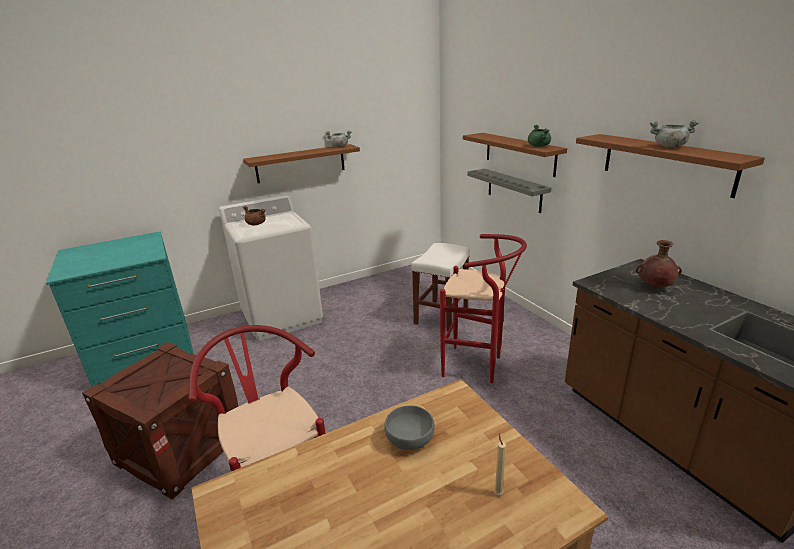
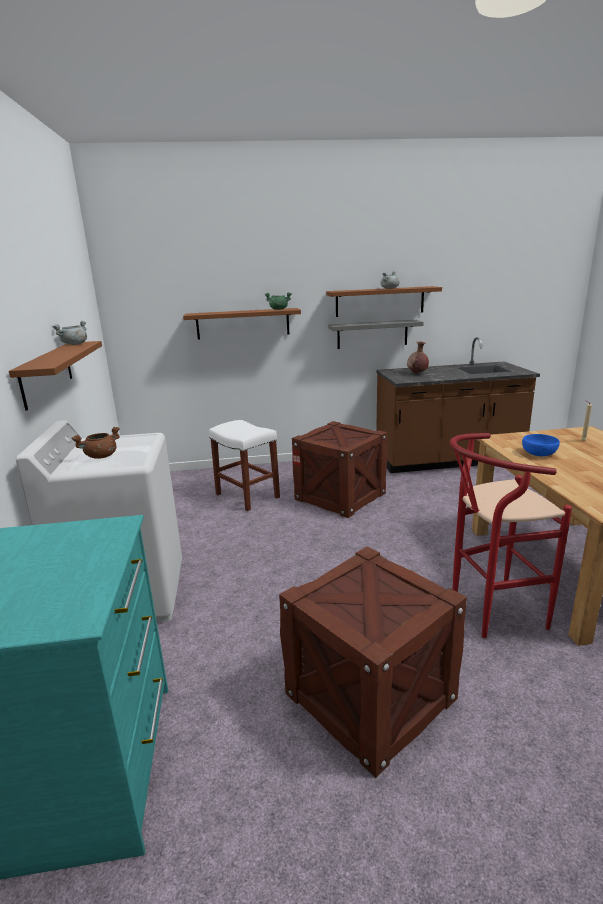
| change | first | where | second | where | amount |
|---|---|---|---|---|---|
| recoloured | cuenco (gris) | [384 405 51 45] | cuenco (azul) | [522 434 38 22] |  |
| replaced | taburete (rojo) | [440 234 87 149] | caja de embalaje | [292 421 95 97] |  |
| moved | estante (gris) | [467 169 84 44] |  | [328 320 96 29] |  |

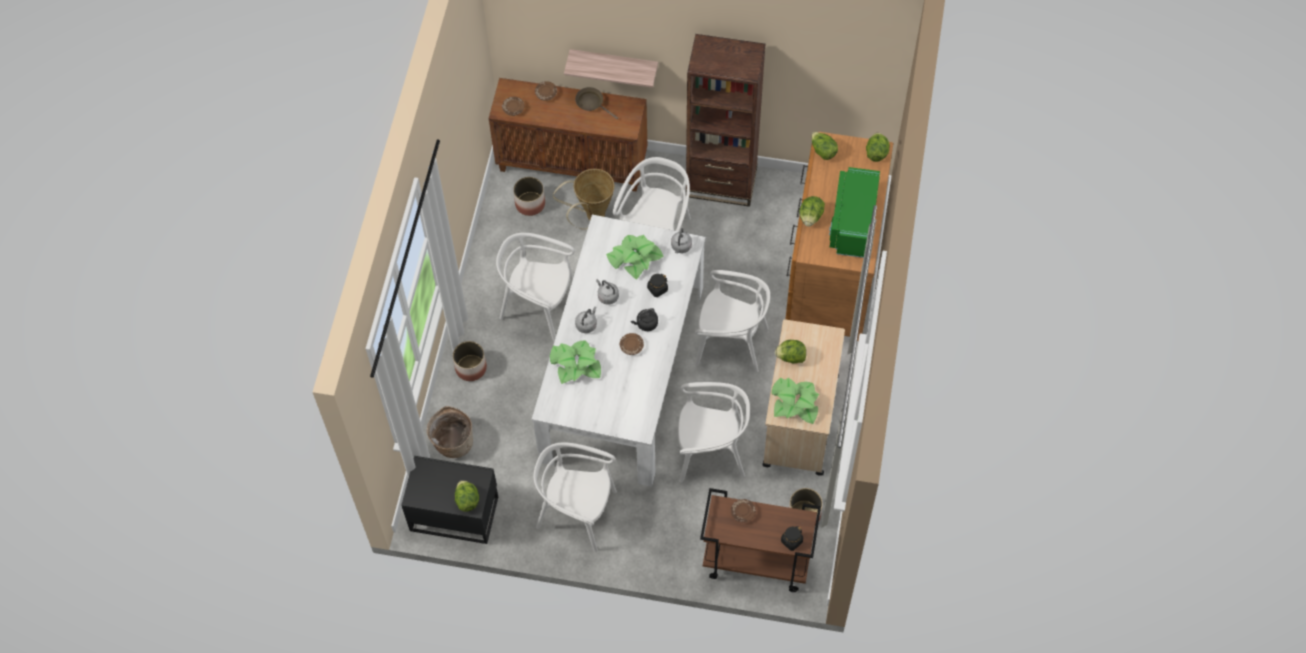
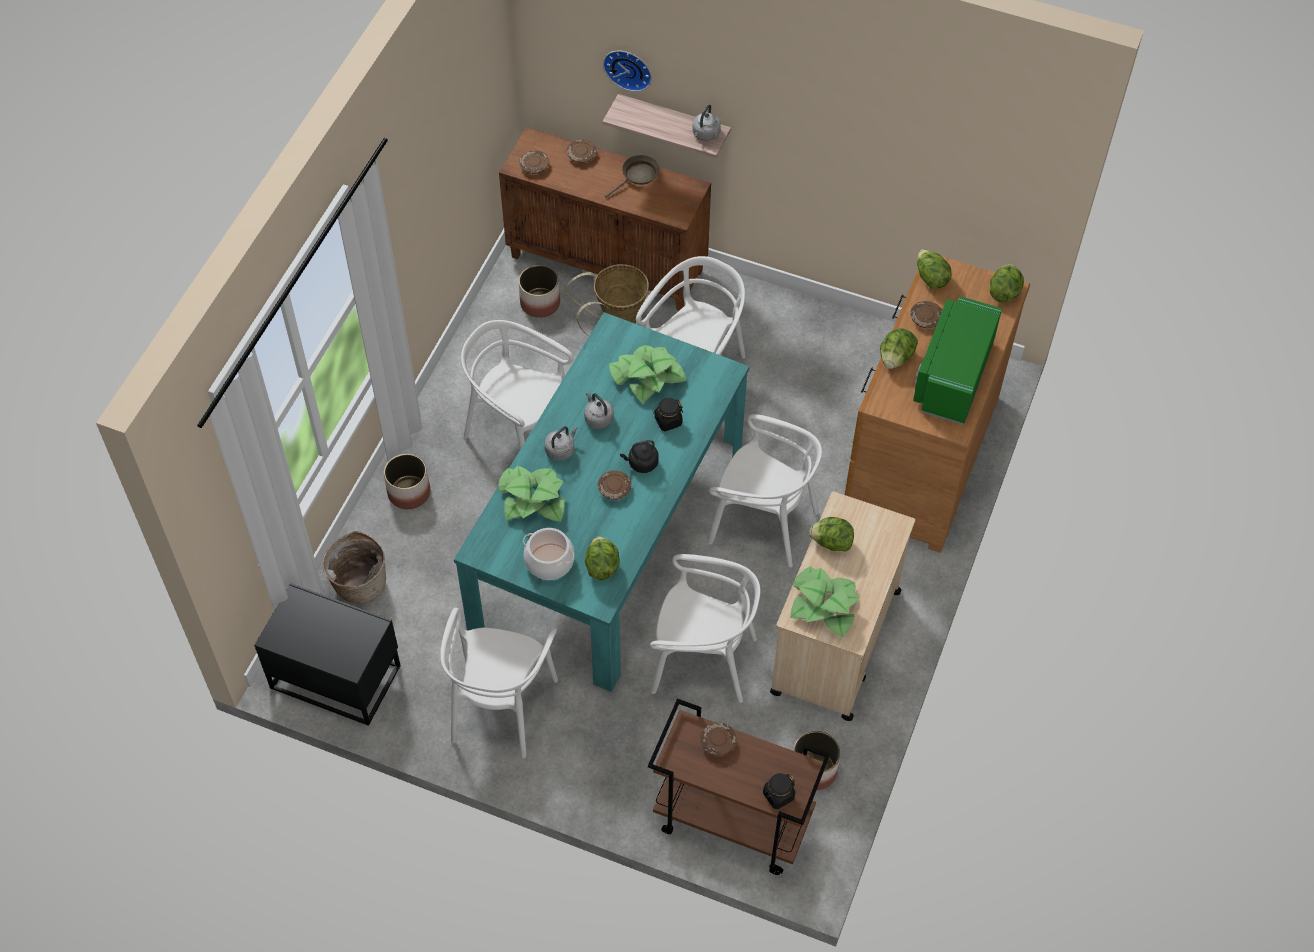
| change | first | where | second | where | amount |
|---|---|---|---|---|---|
| moved | lechuga | [455 480 24 32] |  | [585 537 35 43] |  |
| recoloured | mesa de comedor (blanco) | [532 214 174 273] | mesa de comedor (turquesa) | [454 312 295 380] |  |
| turned | silla (blanco) | [534 442 83 110] |  | [440 608 118 150] | 105 degrees counterclockwise |
| turned | sartén (marrón) | [575 87 43 32] |  | [604 155 56 43] | 90 degrees clockwise |
| moved | hervidor (gris) | [671 228 21 25] |  | [692 104 29 37] |  |
| removed | estantería (marrón) | [686 34 80 173] |  |  |  |
| added |  |  | olla | [523 528 52 52] |  |
| added |  |  | reloj de pared | [603 51 49 41] |  |
| added |  |  | plato (marrón) | [910 301 32 27] |  |

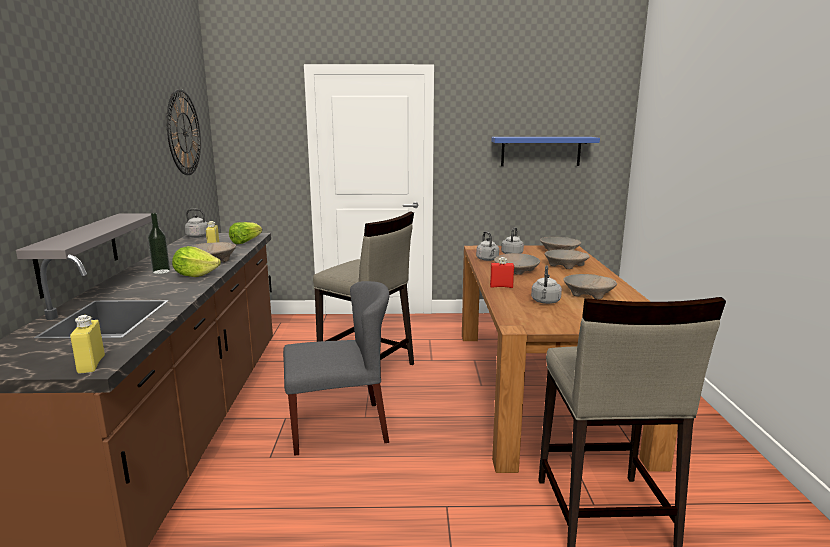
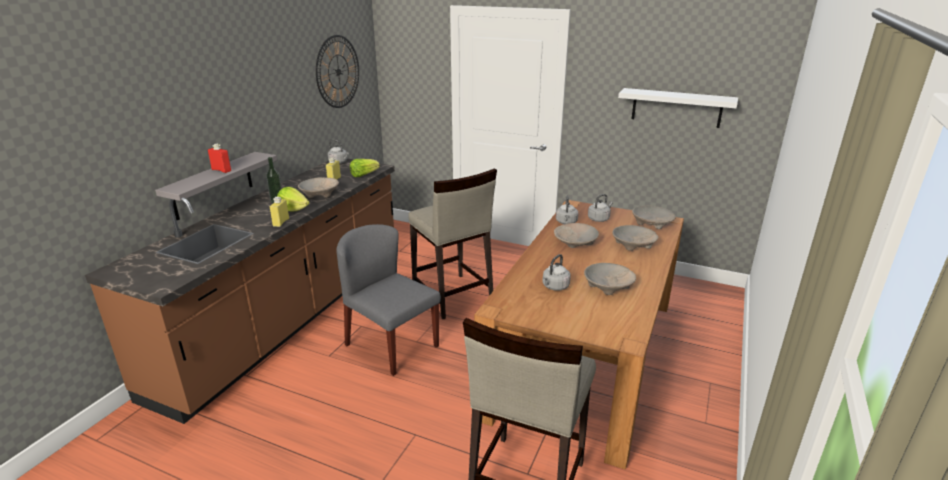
| change | first | where | second | where | amount |
|---|---|---|---|---|---|
| moved | botella (amarillo) | [70 315 35 59] |  | [270 197 19 30] |  |
| turned | silla (gris) | [283 281 107 175] |  | [336 224 105 152] | 150 degrees counterclockwise |
| moved | botella (rojo) | [490 257 24 31] |  | [208 144 23 29] |  |
| recoloured | estante (azul) | [491 137 109 29] | estante (blanco) | [618 88 120 40] |  |

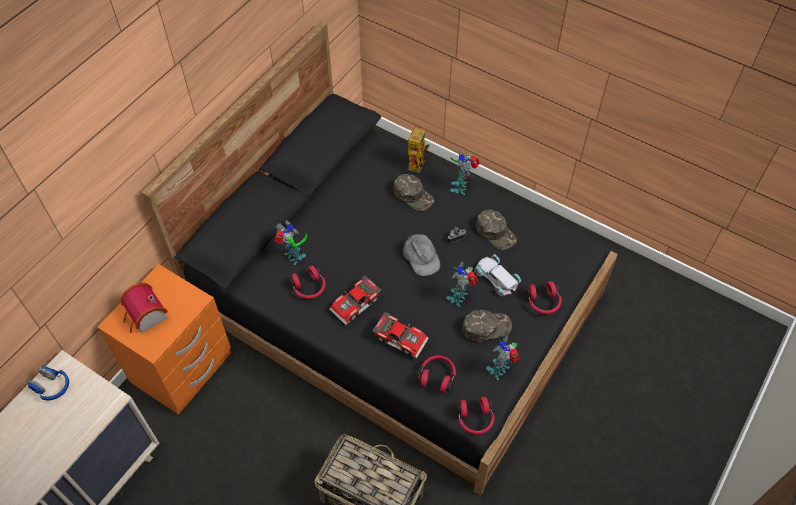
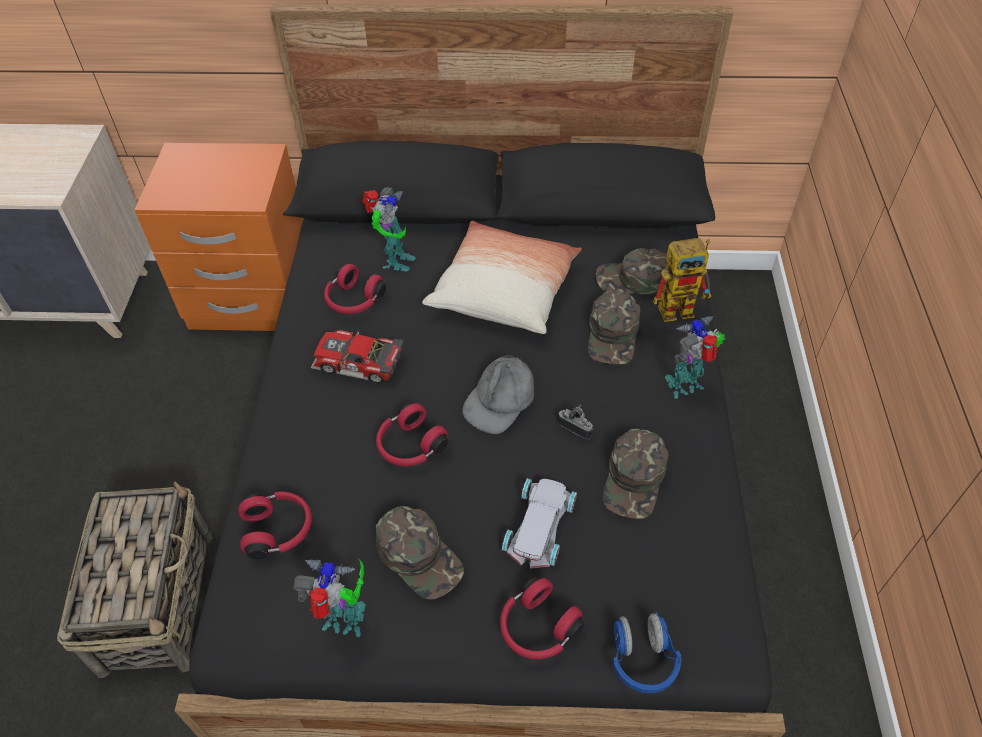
| change | first | where | second | where | amount |
|---|---|---|---|---|---|
| moved | auriculares (azul) | [28 366 41 34] |  | [613 612 68 81] |  |
| removed | casita | [120 283 48 50] |  |  |  |
| removed | coche de juguete | [372 312 57 46] |  |  |  |
| removed | robot de juguete | [446 261 32 46] |  |  |  |
| moved | auriculares (rojo) | [456 396 39 39] |  | [376 403 72 63] |  |
| added |  |  | cojín | [422 221 160 113] |  |
| added |  |  | gorra (verde) | [596 248 72 47] |  |

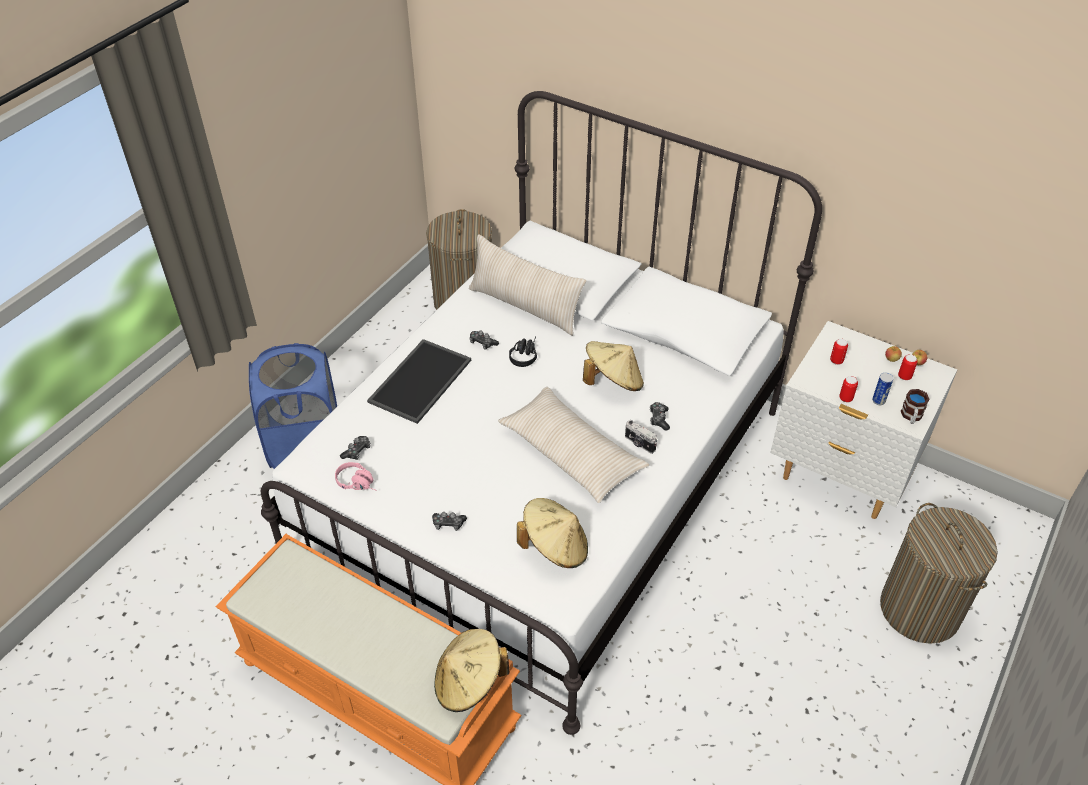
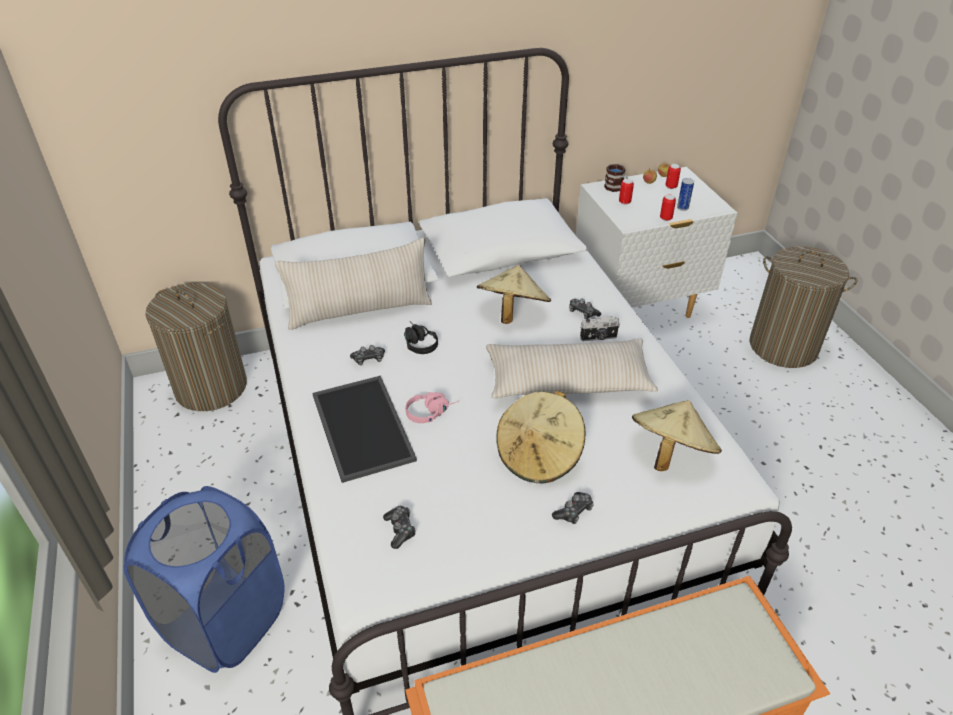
| change | first | where | second | where | amount |
|---|---|---|---|---|---|
| moved | auriculares (rosa) | [335 462 42 29] |  | [406 392 54 31] |  |
| moved | sombrero (beis) | [434 629 75 83] |  | [496 391 90 93] |  |
| moved | taza grande | [901 389 28 35] |  | [604 164 24 28] |  |

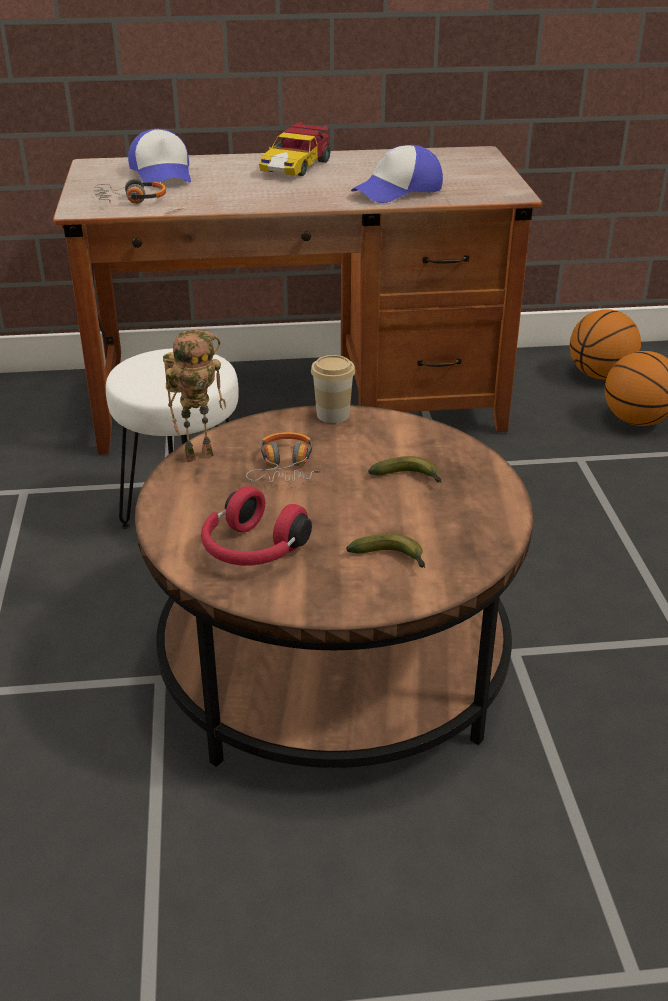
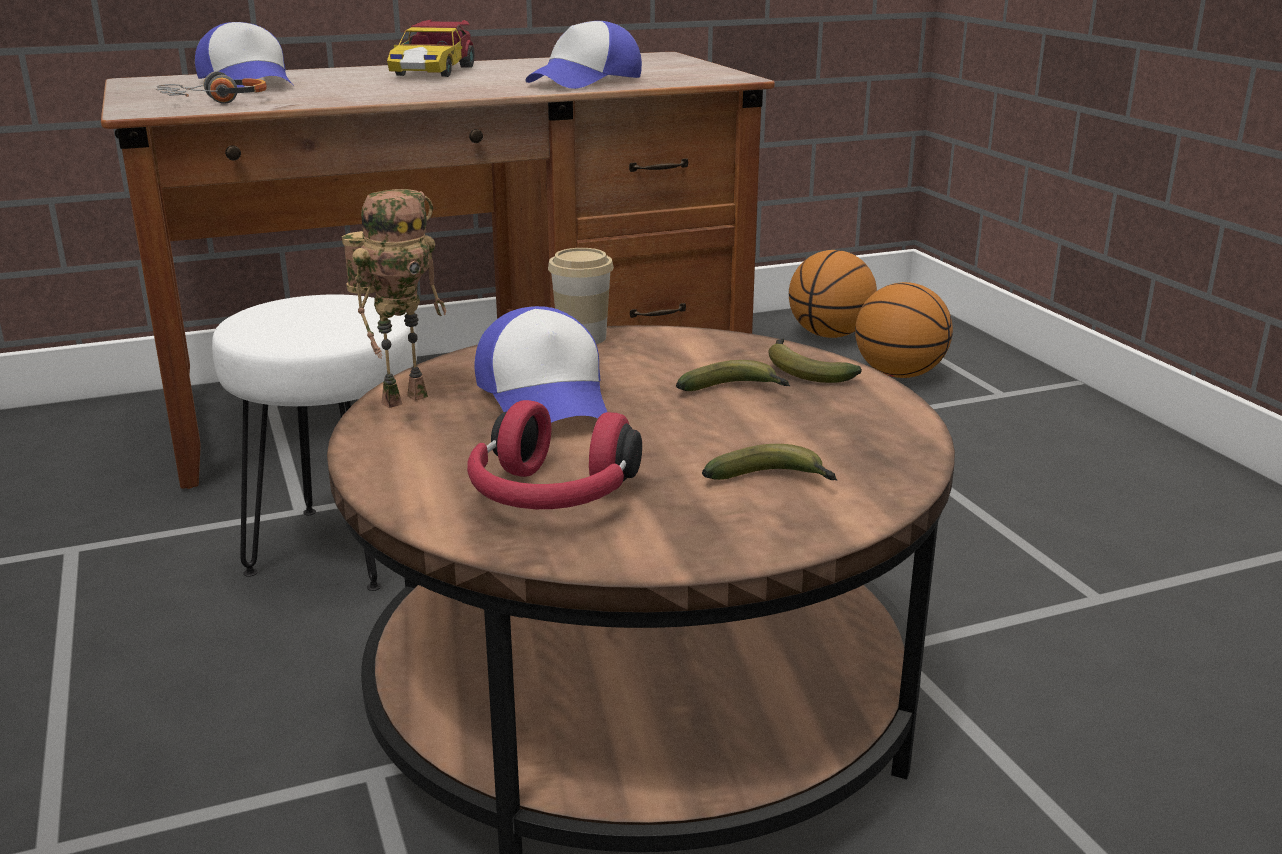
| change | first | where | second | where | amount |
|---|---|---|---|---|---|
| replaced | auriculares | [246 432 78 50] | gorra | [474 306 133 117] |  |
| added |  |  | plátano | [768 338 94 45] |  |

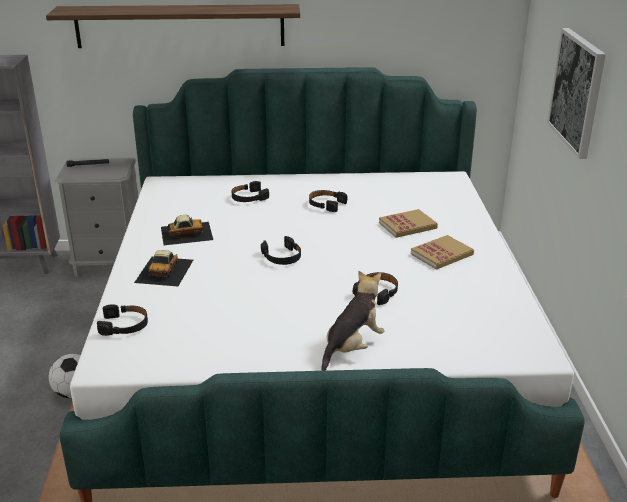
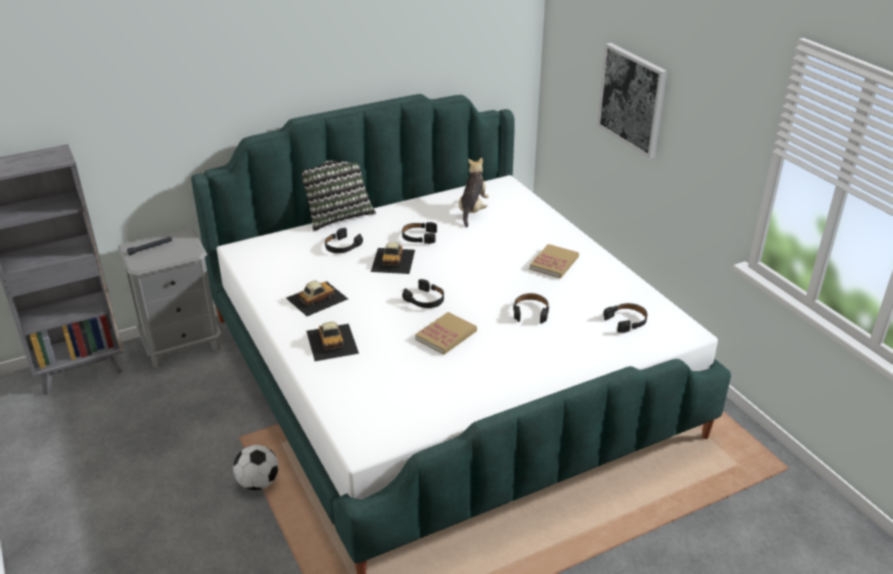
| change | first | where | second | where | amount |
|---|---|---|---|---|---|
| removed | estante | [46 4 254 44] |  |  |  |
| moved | auriculares (negro) | [97 304 51 32] |  | [603 303 44 30] |  |
| moved | peluche | [321 271 63 100] |  | [459 157 30 71] |  |
| moved | libro | [379 209 59 29] |  | [415 312 62 43] |  |
| added |  |  | cojín | [302 160 74 71] |  |
| added |  |  | coche de juguete | [371 243 44 31] |  |

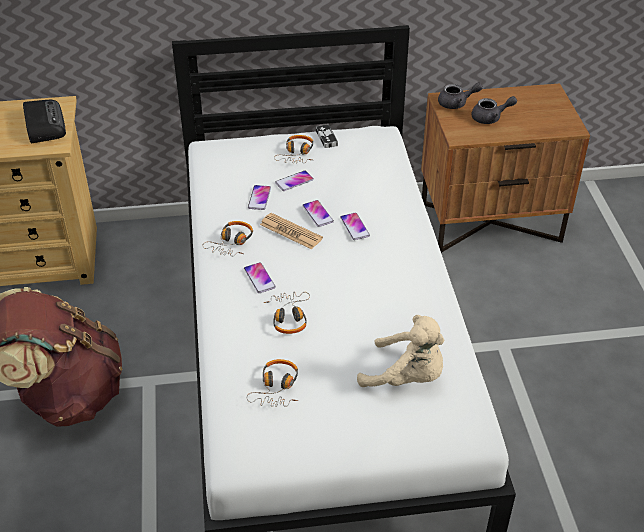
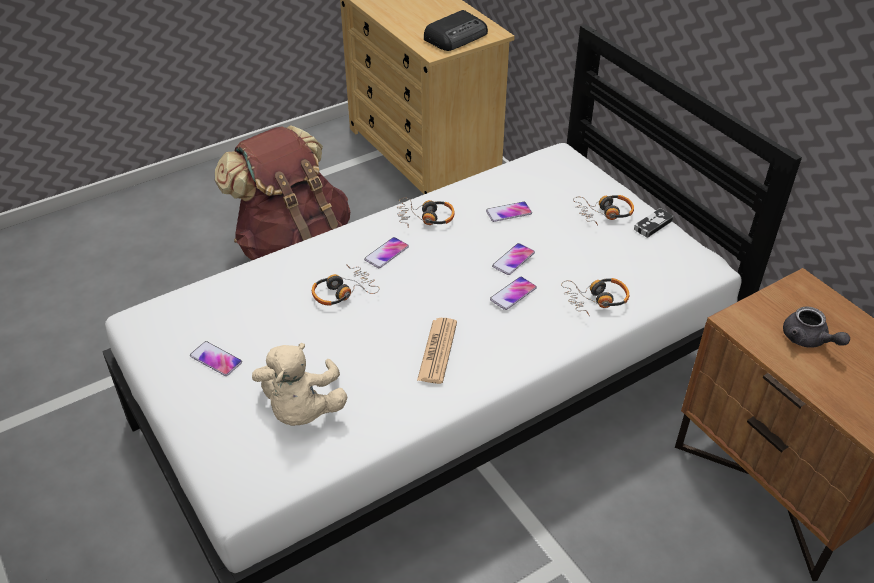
| change | first | where | second | where | amount |
|---|---|---|---|---|---|
| moved | auriculares | [247 359 51 48] |  | [561 278 68 38] |  |
| moved | periódico | [260 213 63 36] |  | [417 318 40 66] |  |
| moved | móvil | [275 171 39 20] |  | [190 341 52 35] |  |
| removed | tetera (gris) | [438 82 45 27] |  |  |  |

